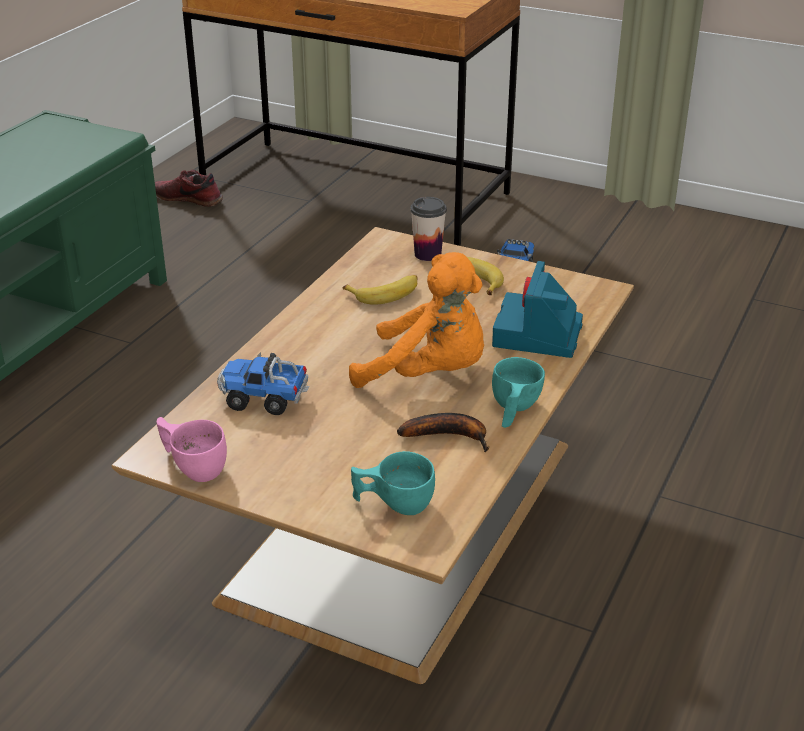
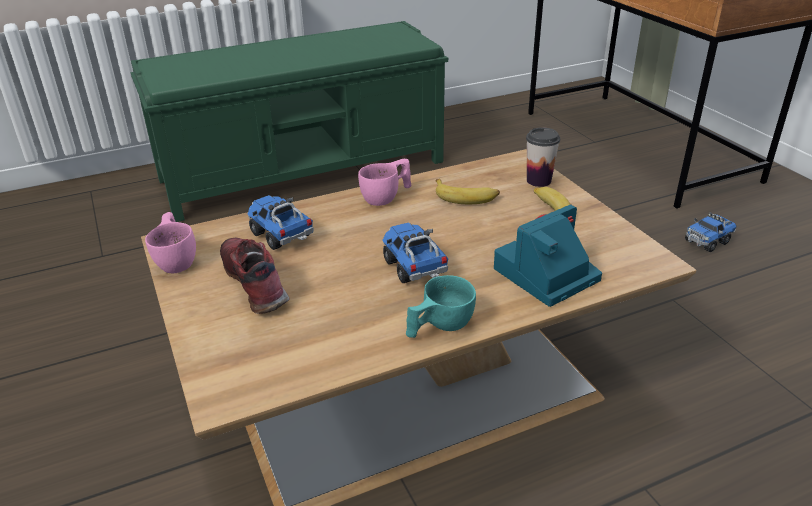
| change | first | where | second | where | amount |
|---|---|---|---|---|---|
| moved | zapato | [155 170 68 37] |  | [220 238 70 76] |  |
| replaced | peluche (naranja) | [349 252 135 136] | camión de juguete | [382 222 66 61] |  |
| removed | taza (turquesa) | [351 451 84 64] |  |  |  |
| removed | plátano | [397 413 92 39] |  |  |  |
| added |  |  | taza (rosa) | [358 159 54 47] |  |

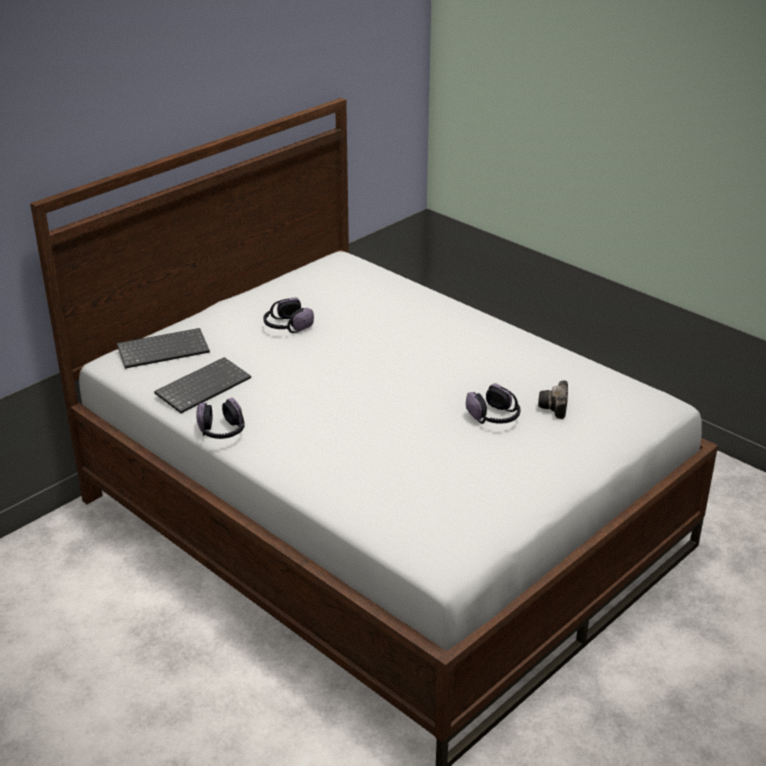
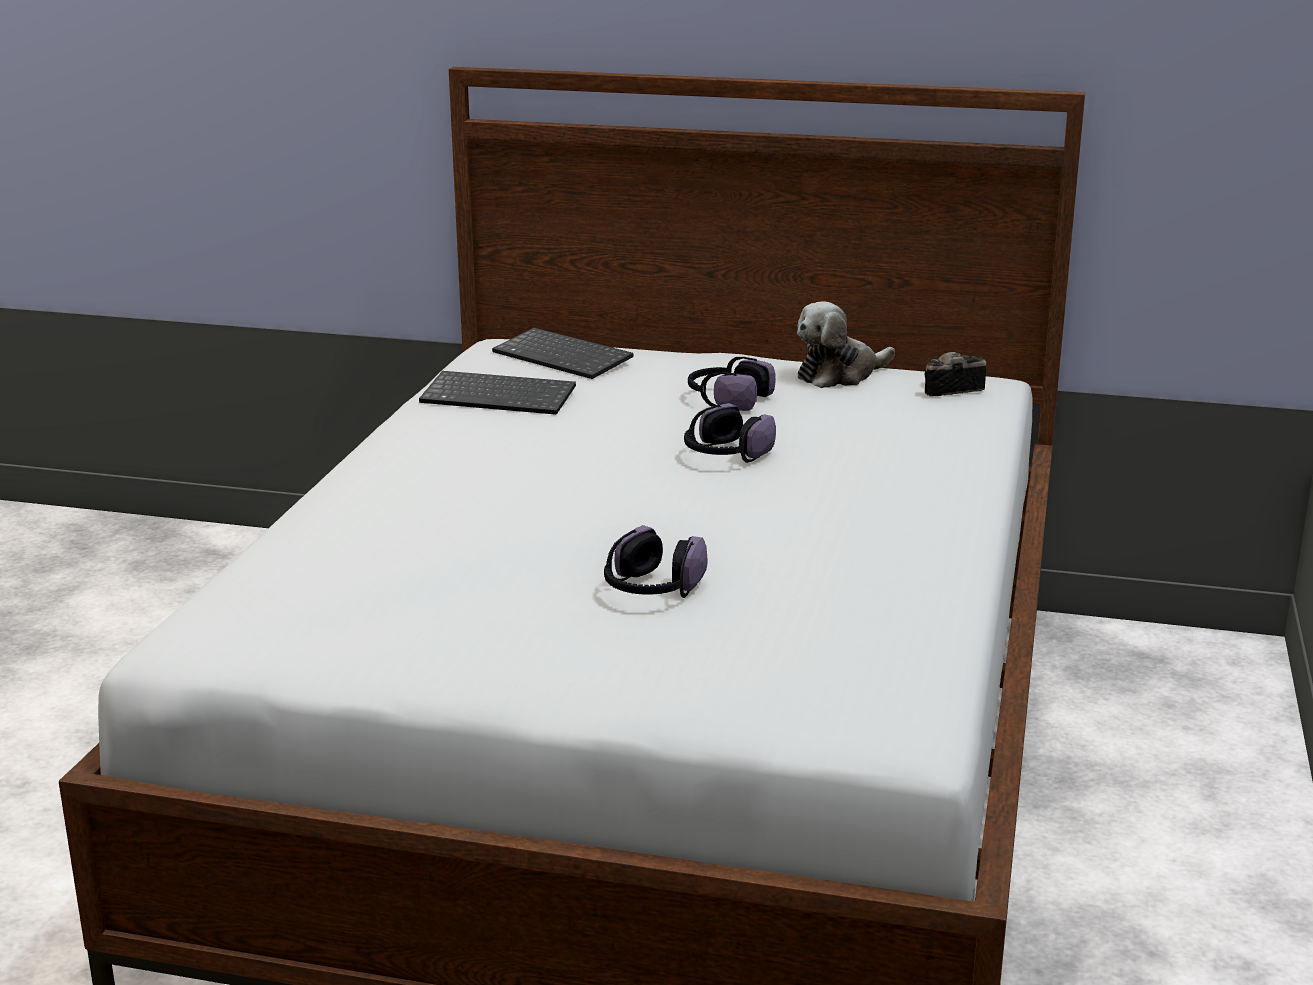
| change | first | where | second | where | amount |
|---|---|---|---|---|---|
| moved | auriculares | [196 398 49 41] |  | [684 403 92 60] |  |
| moved | cámara | [538 380 30 39] |  | [925 352 62 44] |  |
| added |  |  | peluche | [797 301 98 87] |  |

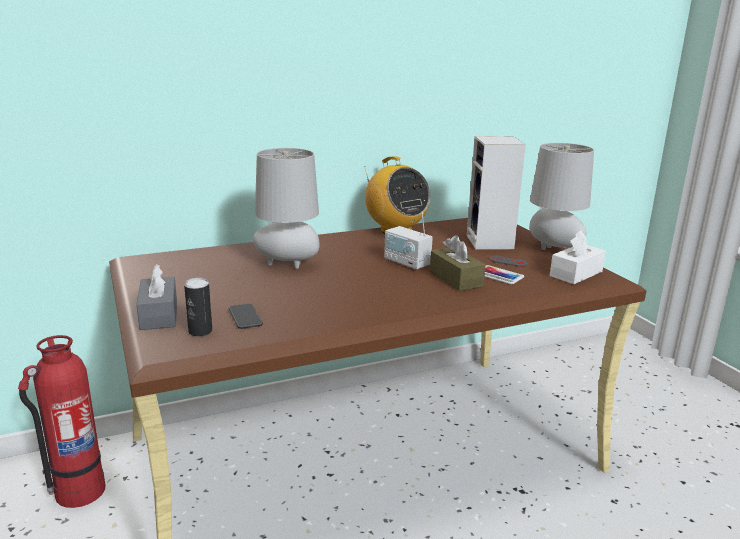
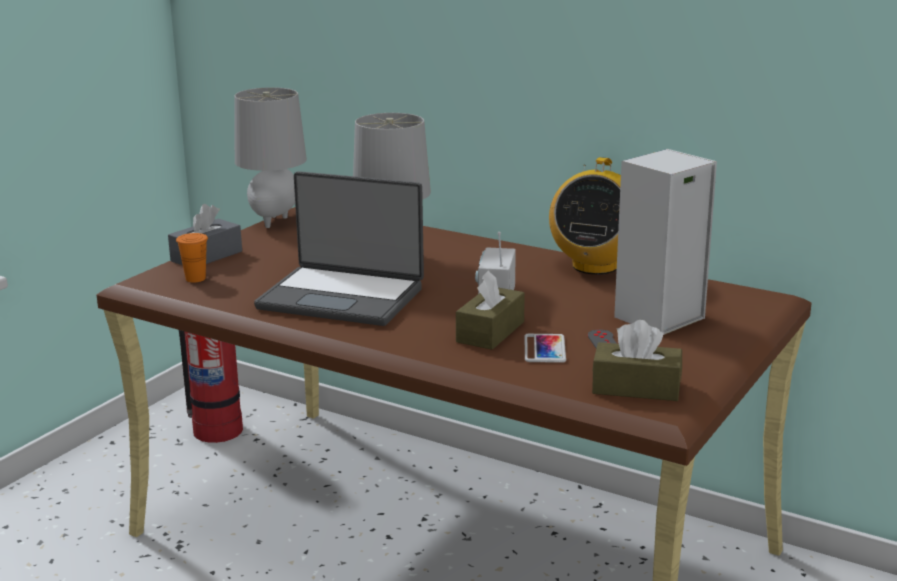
| change | first | where | second | where | amount |
|---|---|---|---|---|---|
| replaced | lata | [184 278 28 58] | taza (naranja) | [176 233 32 49] |  |
| removed | móvil | [229 303 34 26] |  |  |  |
| moved | lámpara de mesa (gris) | [529 143 65 107] |  | [235 87 72 141] |  |
| recoloured | caja de pañuelos (blanco) | [550 231 56 53] | caja de pañuelos (marrón) | [592 320 90 81] |  |
| added |  |  | portátil | [254 171 170 155] |  |

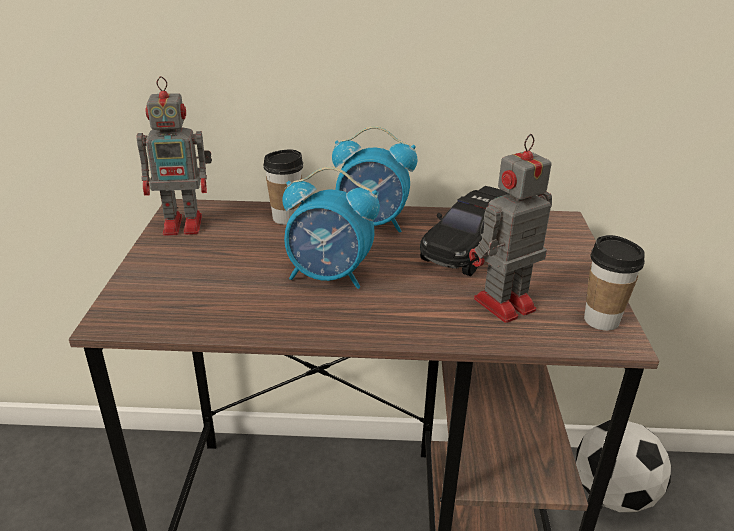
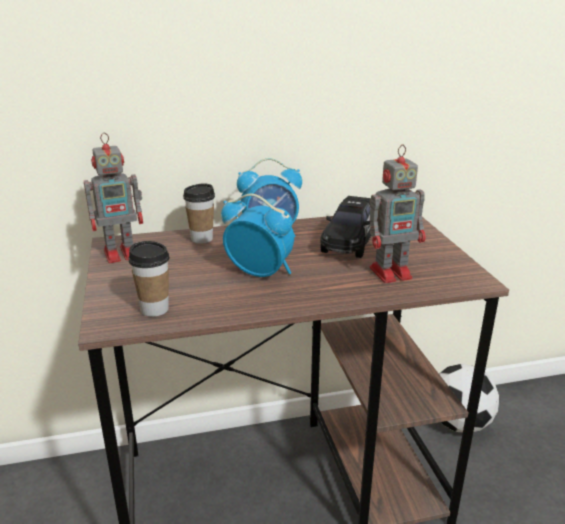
| change | first | where | second | where | amount |
|---|---|---|---|---|---|
| turned | despertador | [282 167 98 122] |  | [221 194 73 83] | 150 degrees counterclockwise |
| turned | robot de juguete | [469 134 83 189] |  | [370 144 56 139] | 150 degrees counterclockwise |
| moved | taza | [584 235 61 96] |  | [129 241 41 76] |  |

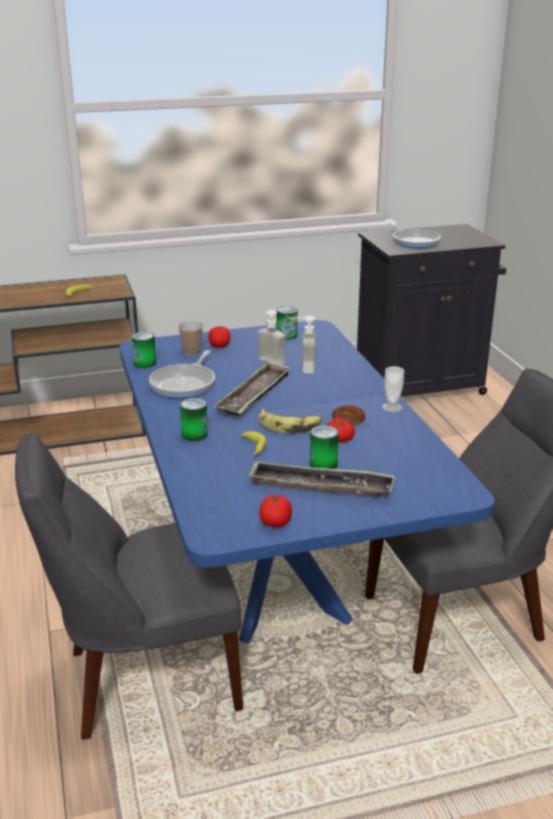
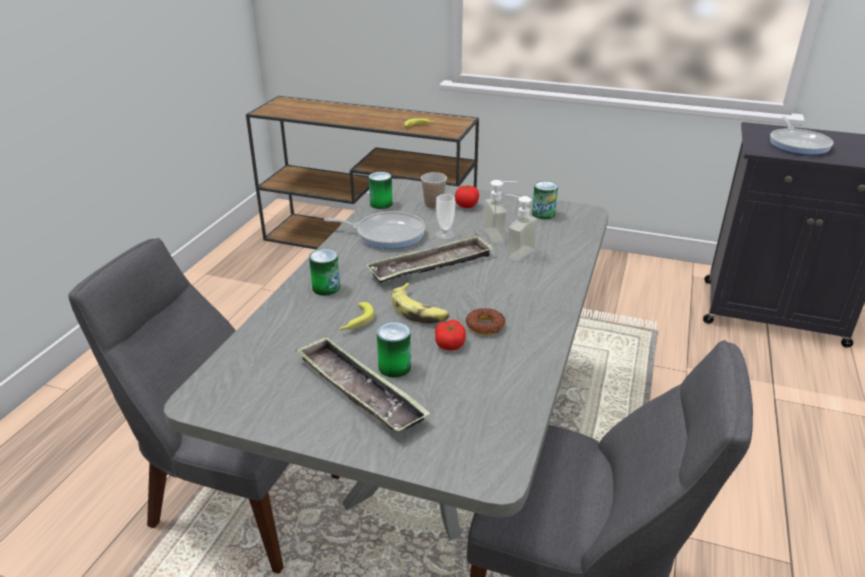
| change | first | where | second | where | amount |
|---|---|---|---|---|---|
| recoloured | mesa de comedor (azul) | [120 320 375 324] | mesa de comedor (gris) | [164 179 444 362] |  |
| turned | sartén | [149 350 66 48] |  | [324 211 101 38] | 135 degrees counterclockwise |
| removed | tomate | [259 495 33 32] |  |  |  |
| moved | taza | [382 366 22 46] |  | [436 194 19 46] |  |

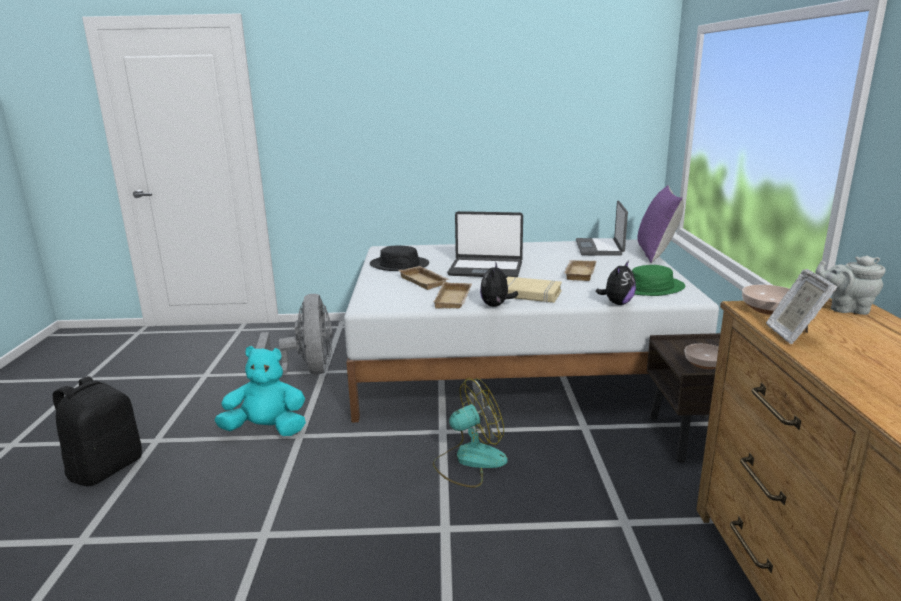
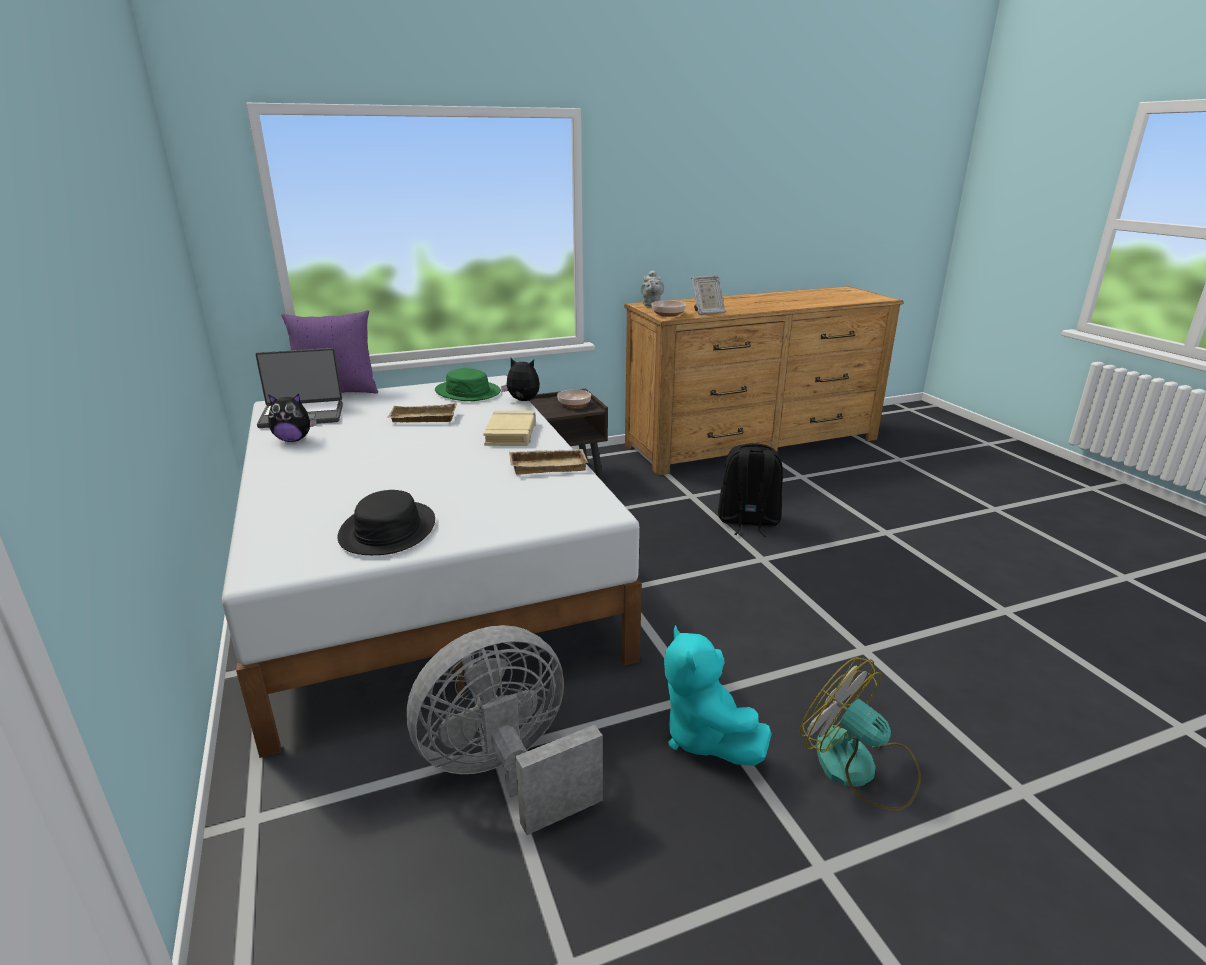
| change | first | where | second | where | amount |
|---|---|---|---|---|---|
| moved | mochila (negro) | [52 376 90 110] |  | [718 443 65 94] |  |
| removed | bandeja (beis) | [398 266 52 24] |  |  |  |
| moved | ventilador | [433 378 75 110] |  | [800 657 121 154] |  |
| removed | portátil | [447 211 76 67] |  |  |  |
| moved | peluche | [480 263 38 44] |  | [268 394 49 48] |  |

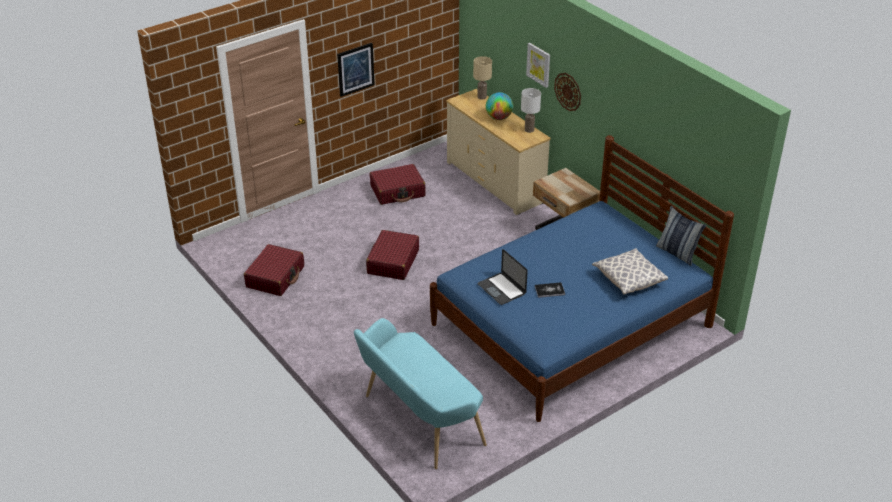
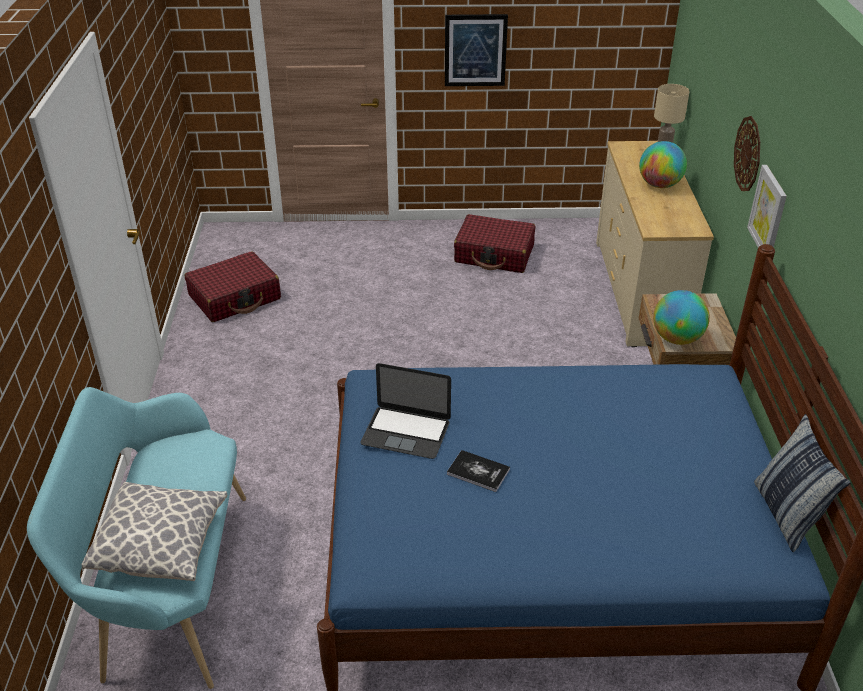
| change | first | where | second | where | amount |
|---|---|---|---|---|---|
| removed | maleta (rojo) | [366 230 53 50] |  |  |  |
| turned | portátil | [477 249 51 56] |  | [360 363 91 96] | 75 degrees counterclockwise |
| removed | lámpara de mesa (blanco) | [521 88 20 45] |  |  |  |
| moved | cuadro | [526 43 24 45] |  | [747 165 40 83] |  |
| moved | cojín | [592 248 76 47] |  | [82 482 145 99] |  |
| added |  |  | globo terráqueo | [653 290 57 55] |  |

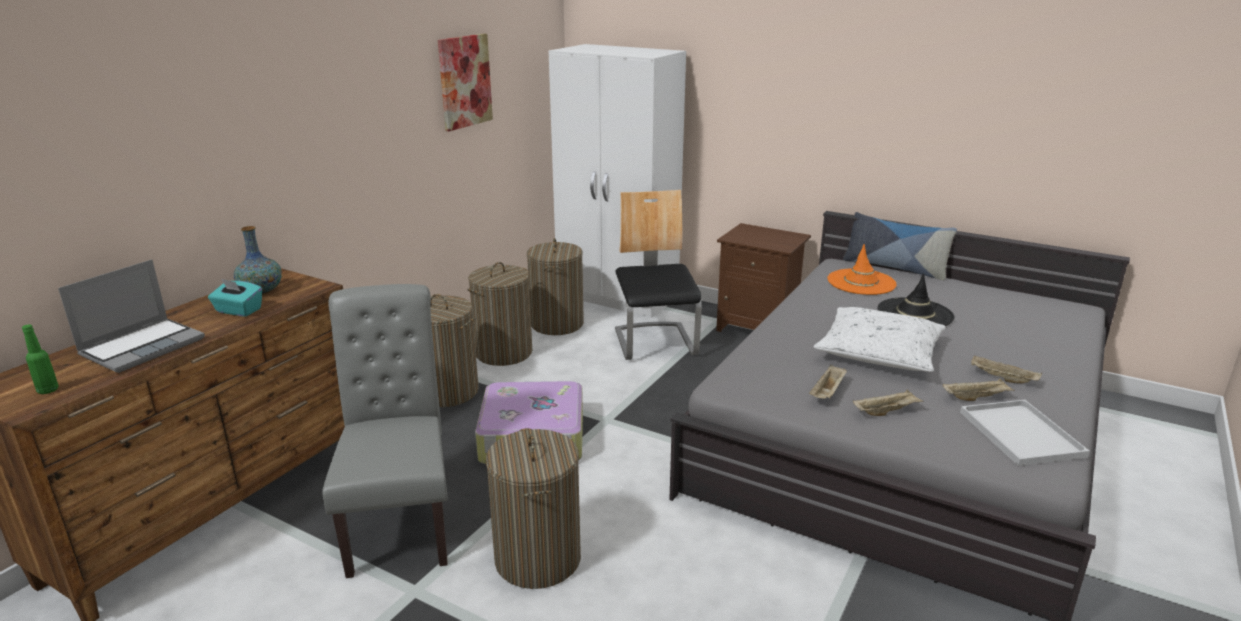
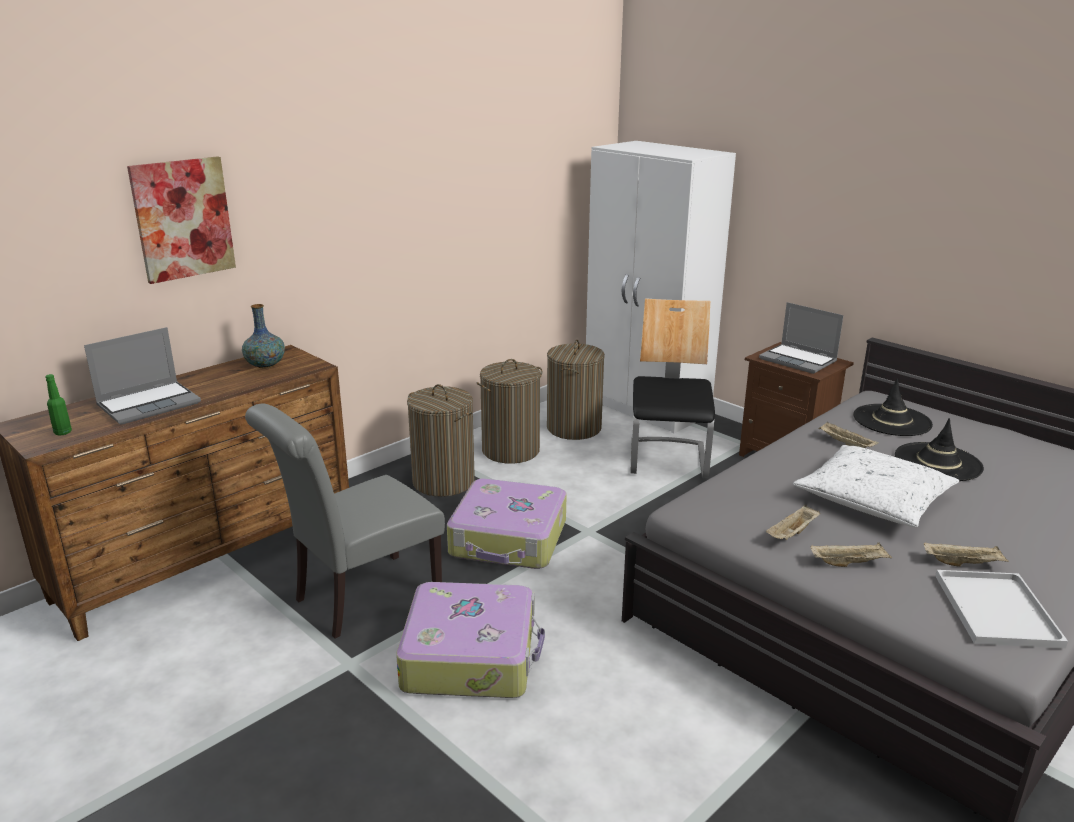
| change | first | where | second | where | amount |
|---|---|---|---|---|---|
| removed | caja de pañuelos (turquesa) | [208 279 54 38] |  |  |  |
| turned | silla (gris) | [322 284 125 294] |  | [245 403 200 235] | 135 degrees counterclockwise |
| moved | cuadro | [438 34 55 97] |  | [127 156 109 128] |  |
| replaced | cesto de la ropa | [486 428 95 161] | maleta | [396 582 149 116] |  |
| recoloured | sombrero (naranja) | [827 244 70 51] | sombrero (negro) | [853 378 80 58] |  |
| removed | cojín | [843 212 114 68] |  |  |  |
| moved | bandeja (beis) | [971 355 71 28] |  | [819 421 60 27] |  |
| added |  |  | portátil | [759 302 85 72] |  |

